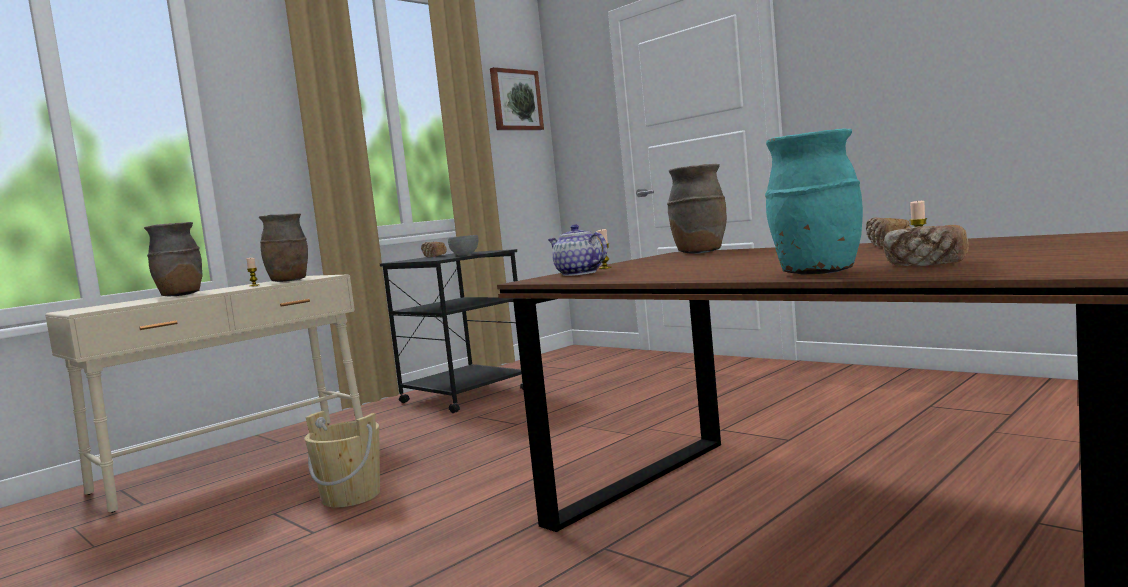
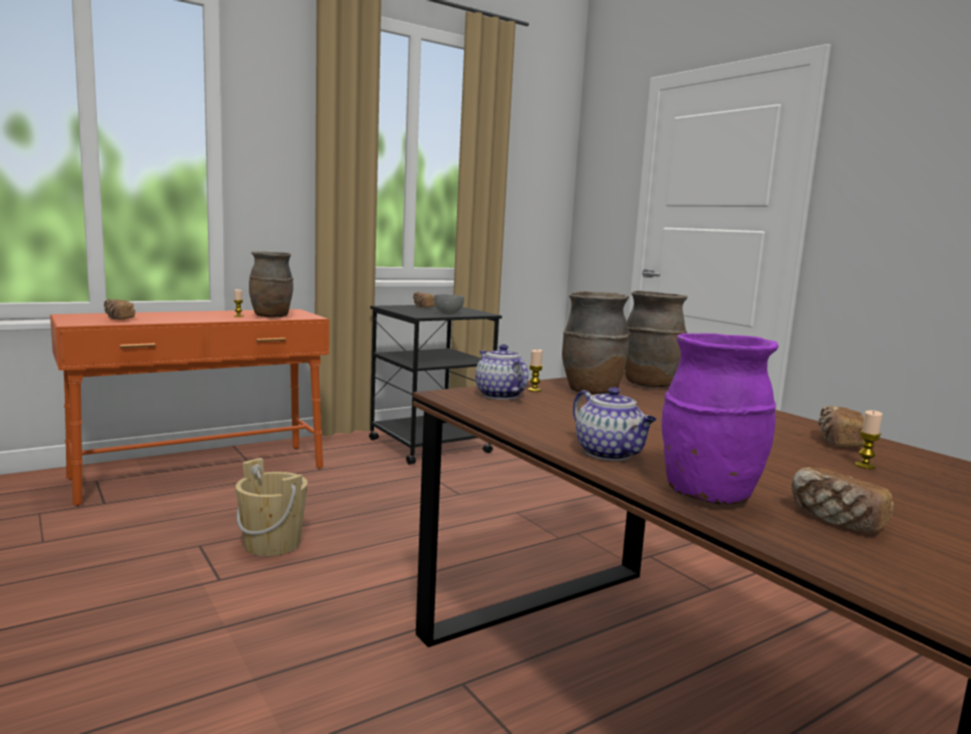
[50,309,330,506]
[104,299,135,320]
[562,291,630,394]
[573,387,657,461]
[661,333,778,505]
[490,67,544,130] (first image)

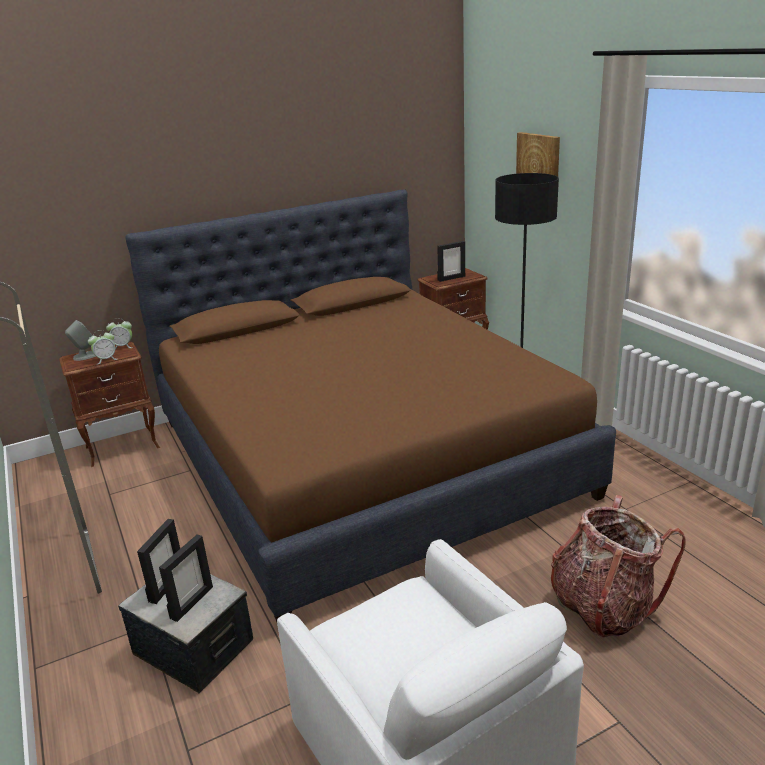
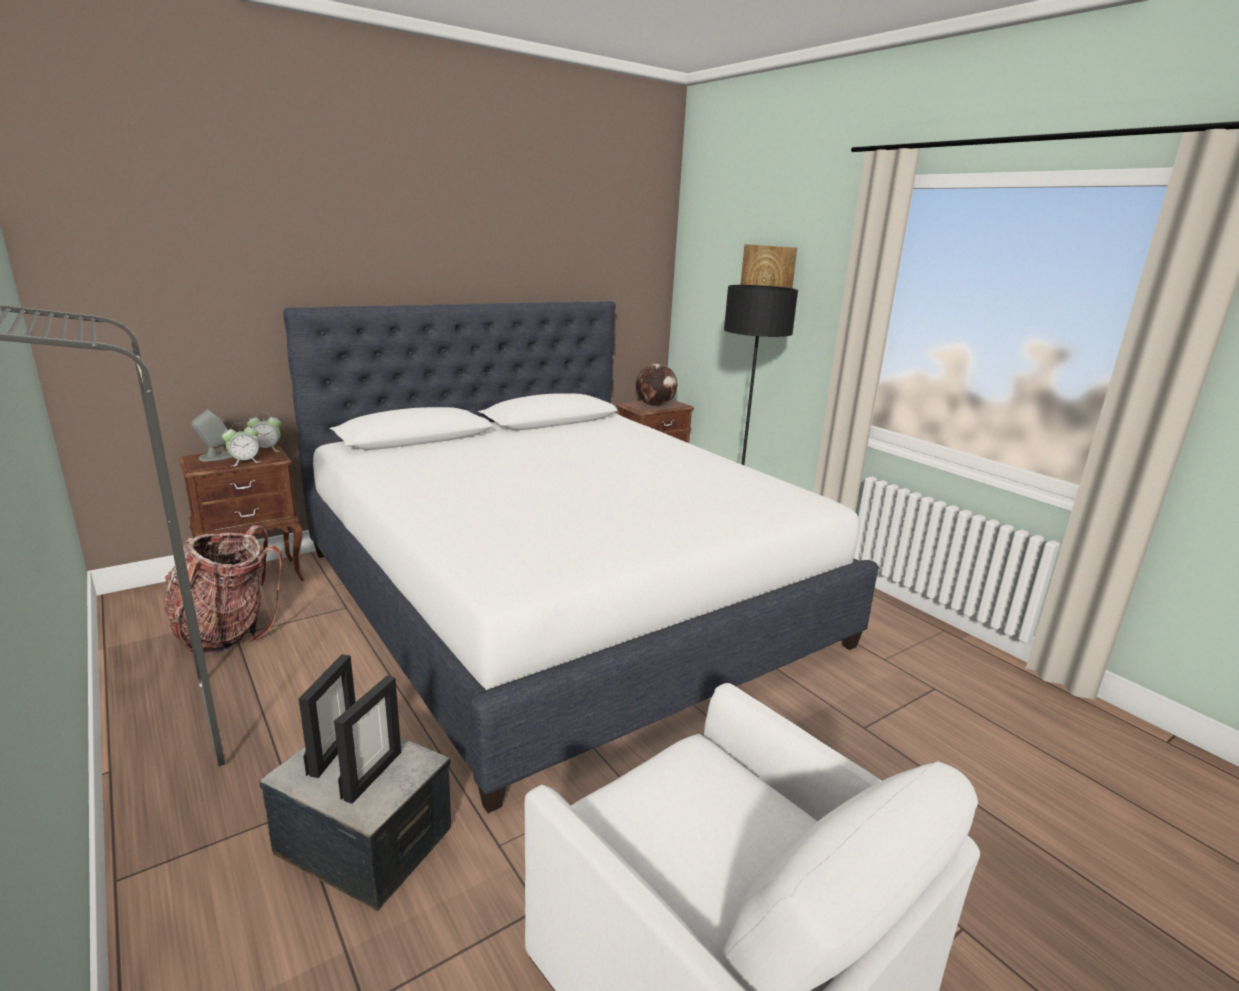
[164,525,283,653]
[283,300,879,813]
[636,364,678,406]

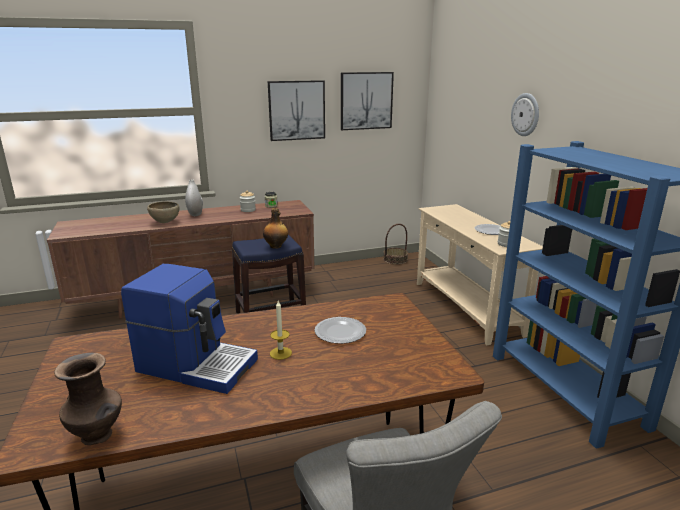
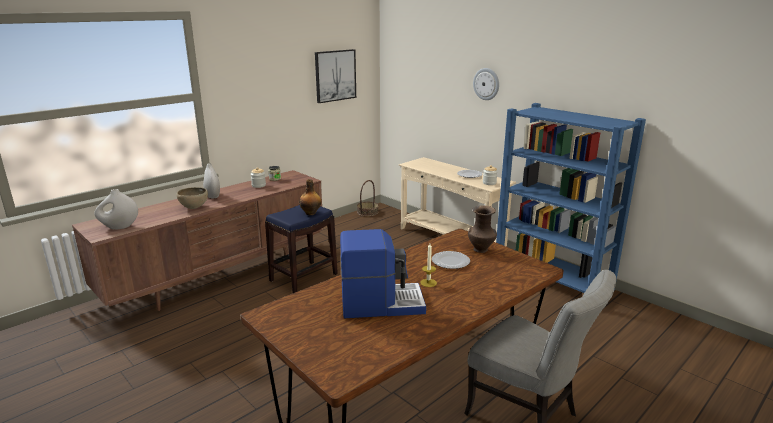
[94,189,138,230]
[468,206,497,253]
[268,80,325,141] (first image)

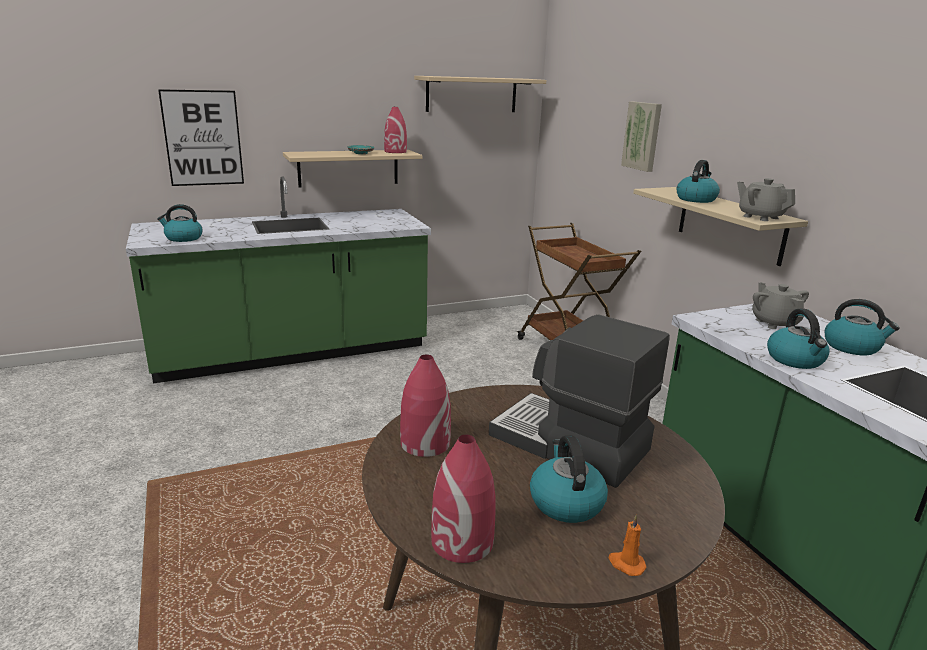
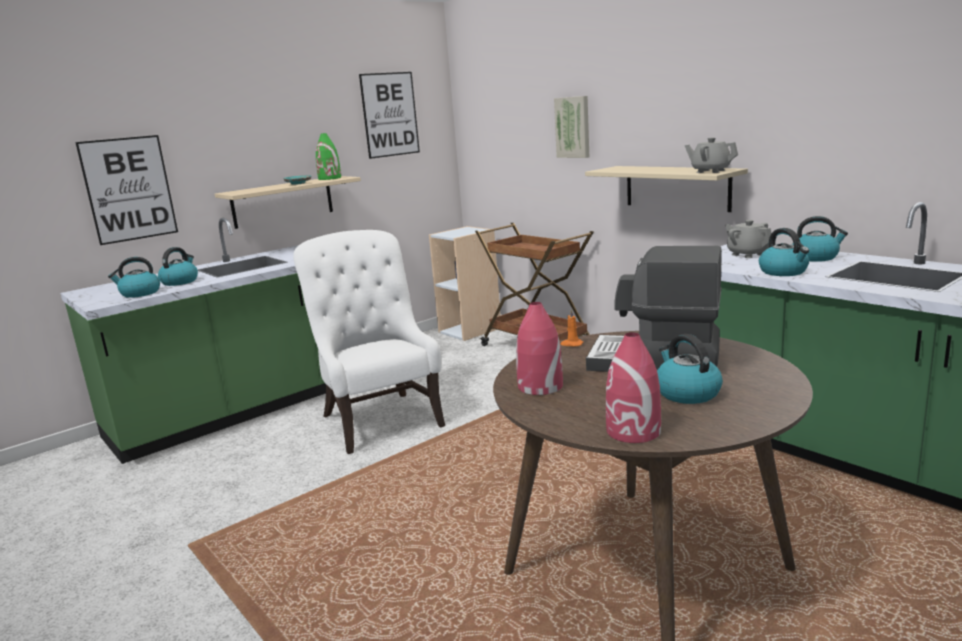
[158,247,198,286]
[293,230,445,454]
[316,133,341,180]
[359,72,420,159]
[429,226,501,341]
[561,309,583,346]

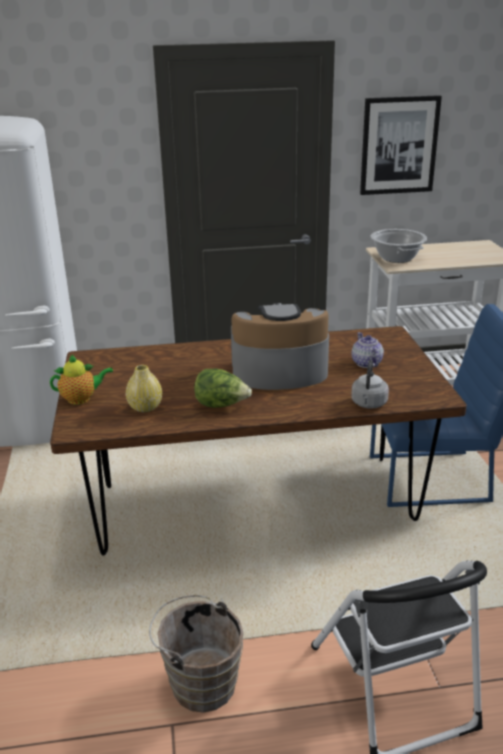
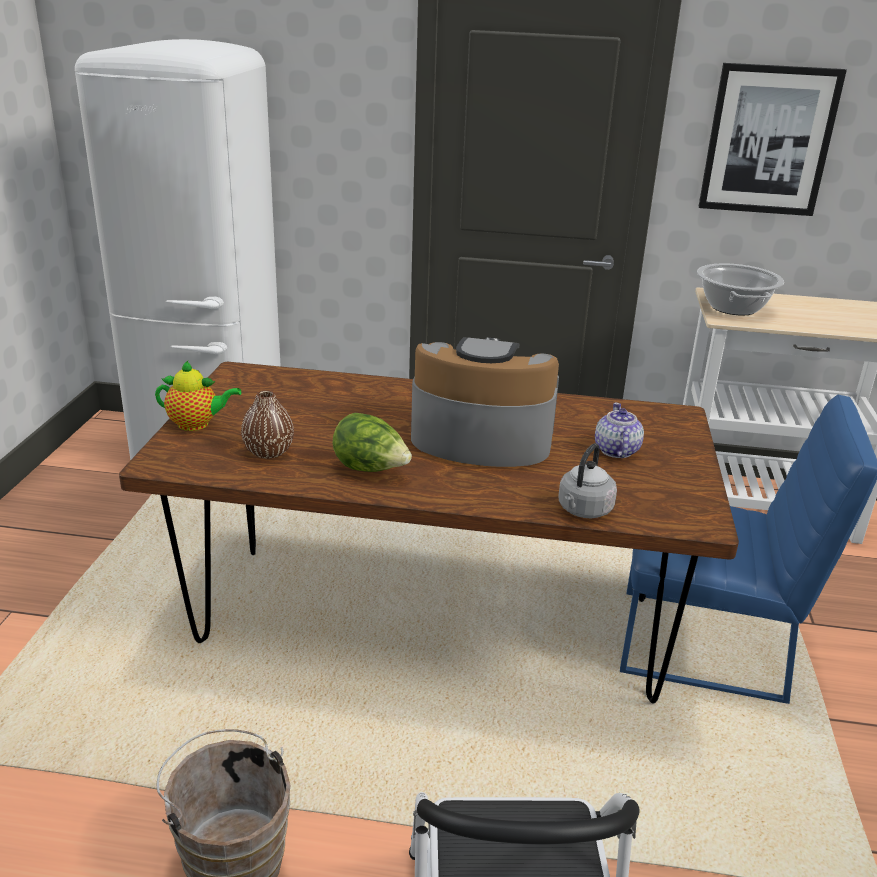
[241,391,294,458]

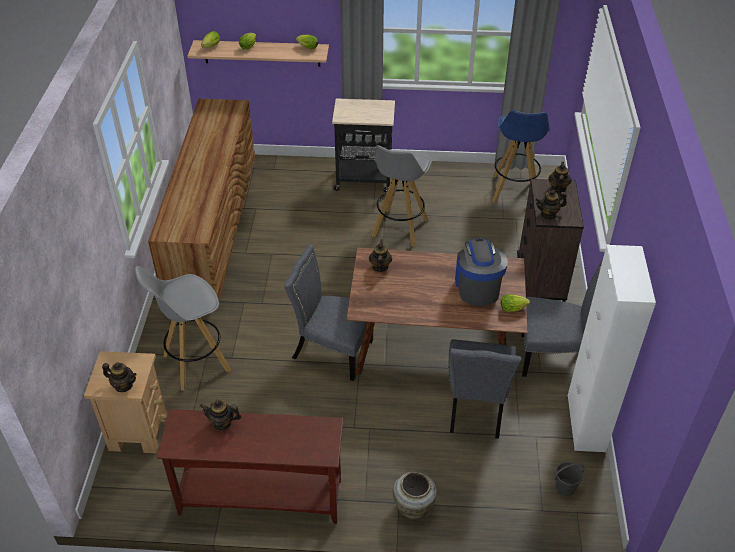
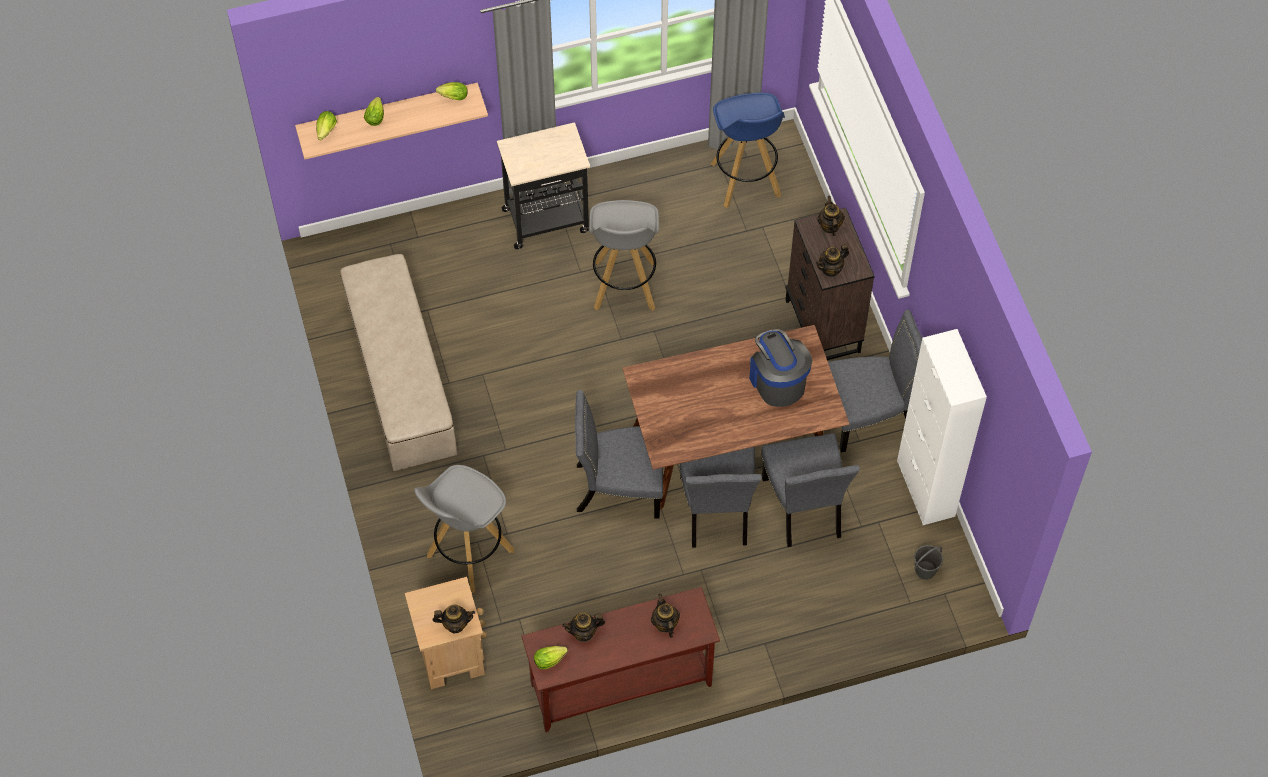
[340,254,457,471]
[534,646,568,669]
[651,594,680,638]
[679,447,762,548]
[393,471,437,519] (first image)

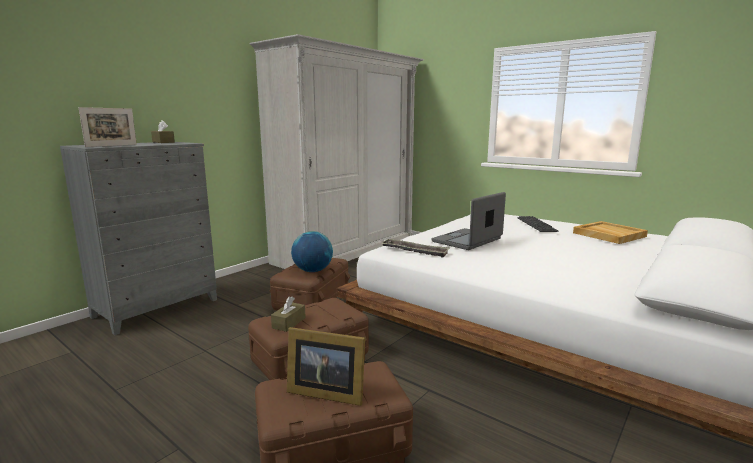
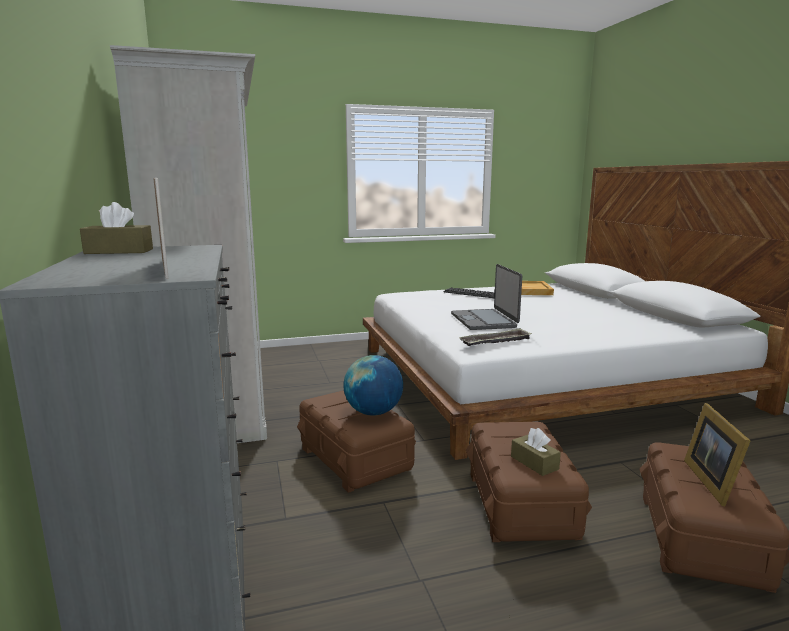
[684,403,751,506]

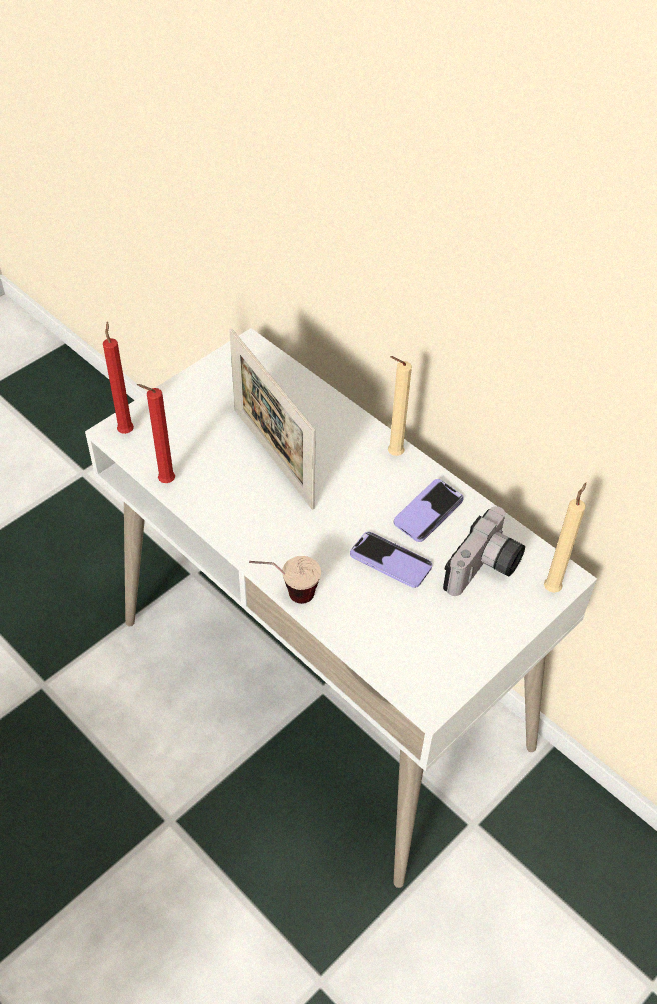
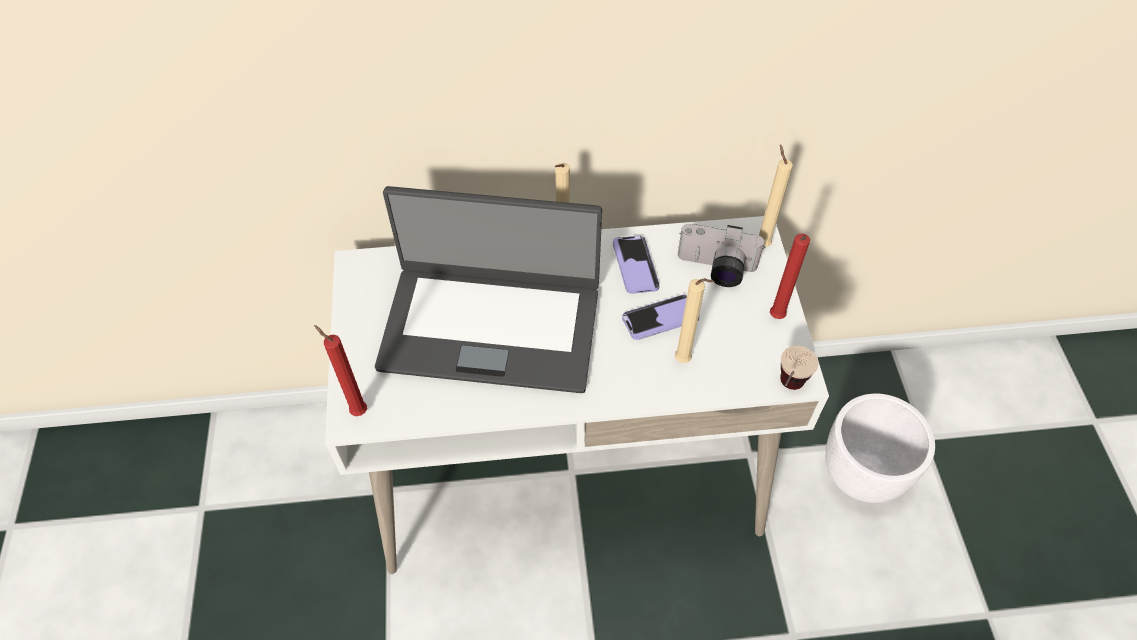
[375,186,602,393]
[675,278,715,363]
[678,224,764,287]
[770,233,810,319]
[780,346,818,390]
[825,394,935,503]

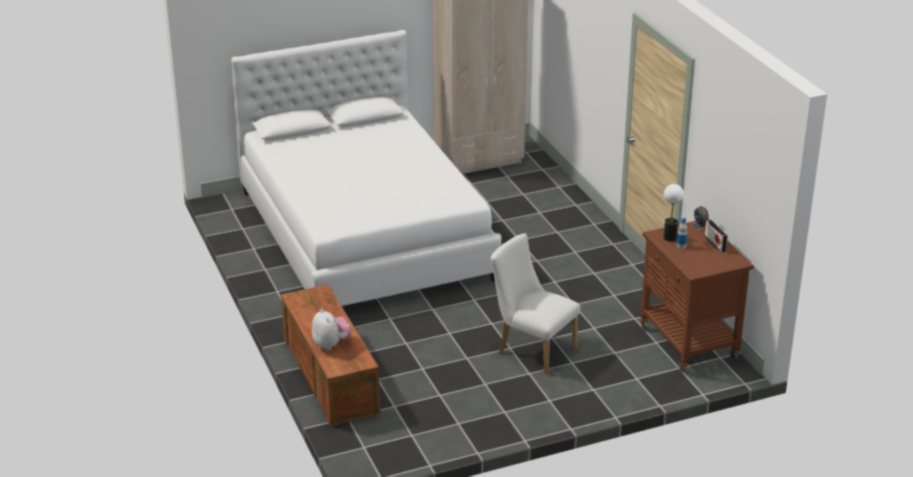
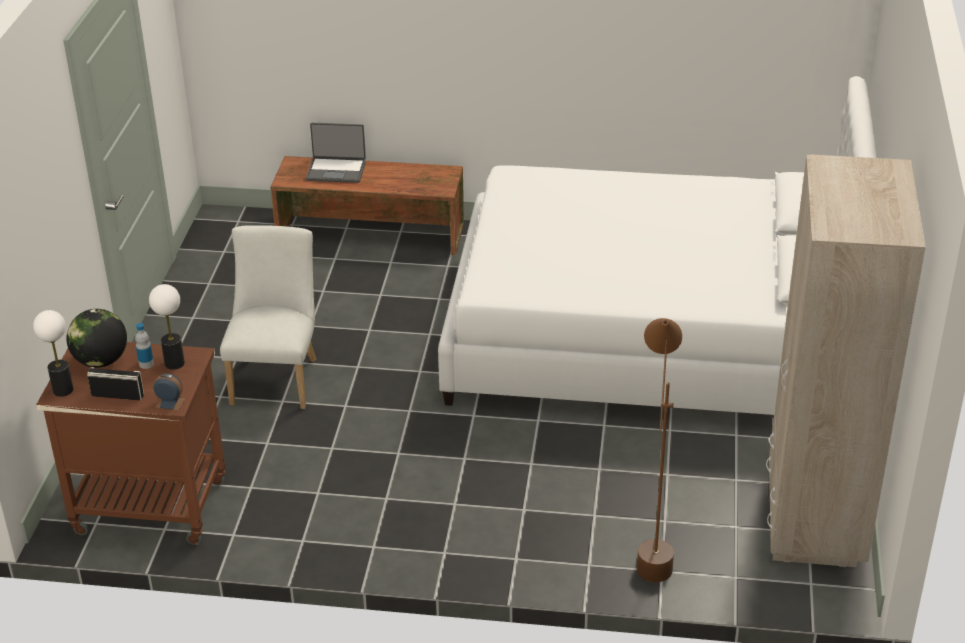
[33,310,73,397]
[66,309,127,368]
[220,225,317,409]
[306,123,366,183]
[637,318,682,582]

